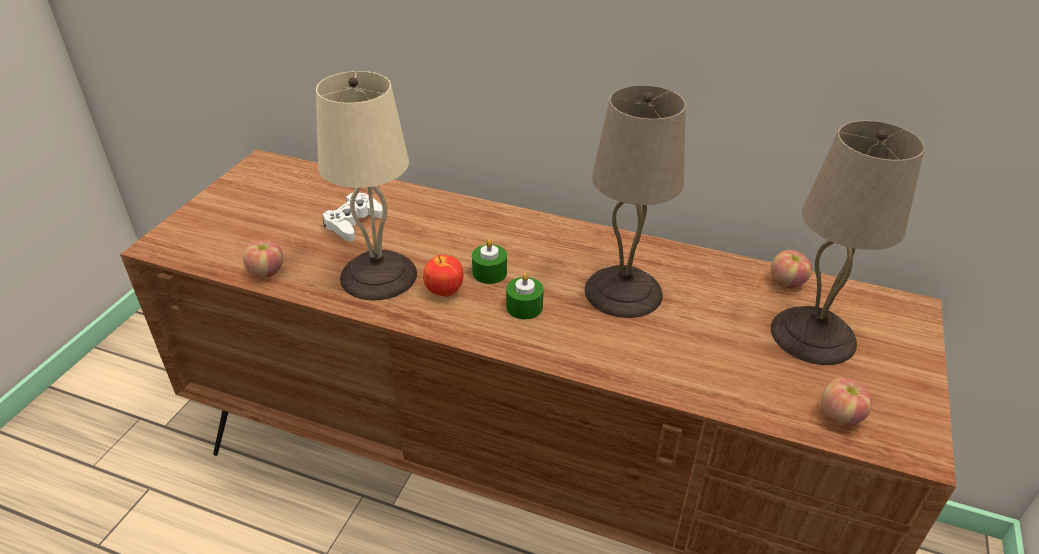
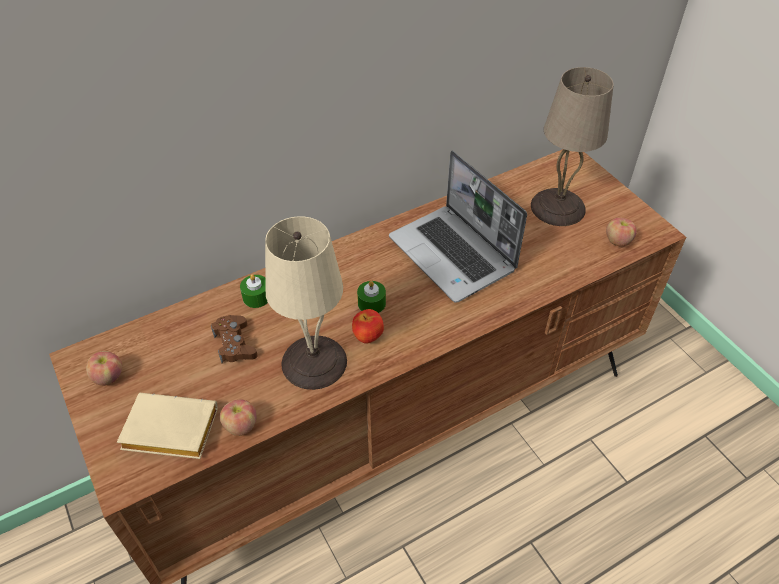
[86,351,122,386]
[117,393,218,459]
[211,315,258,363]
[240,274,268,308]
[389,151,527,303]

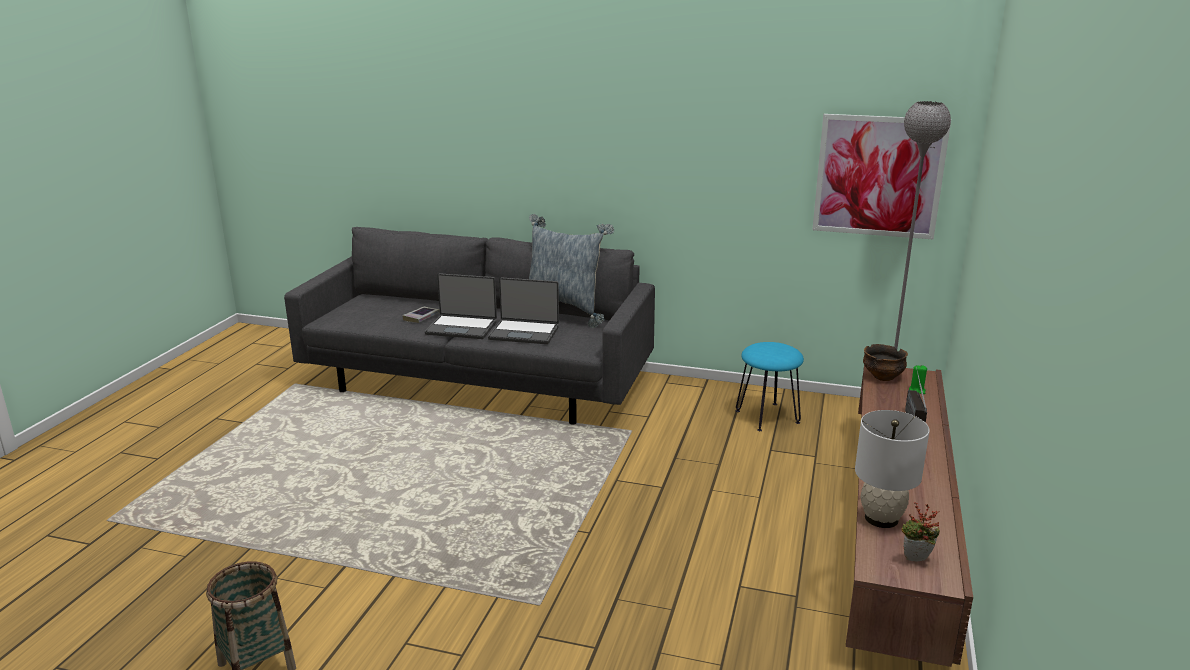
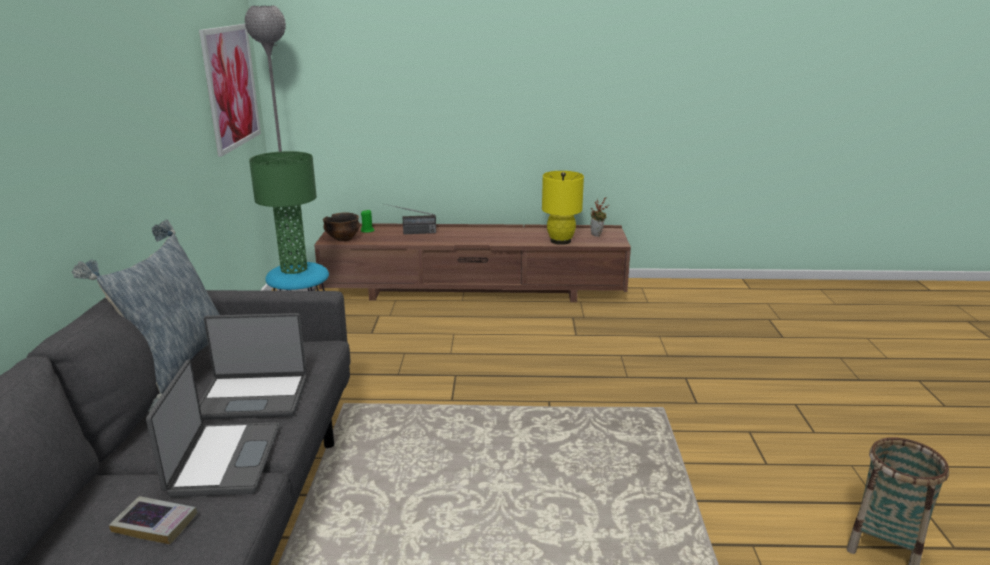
[199,313,307,420]
[249,151,317,274]
[542,171,584,245]

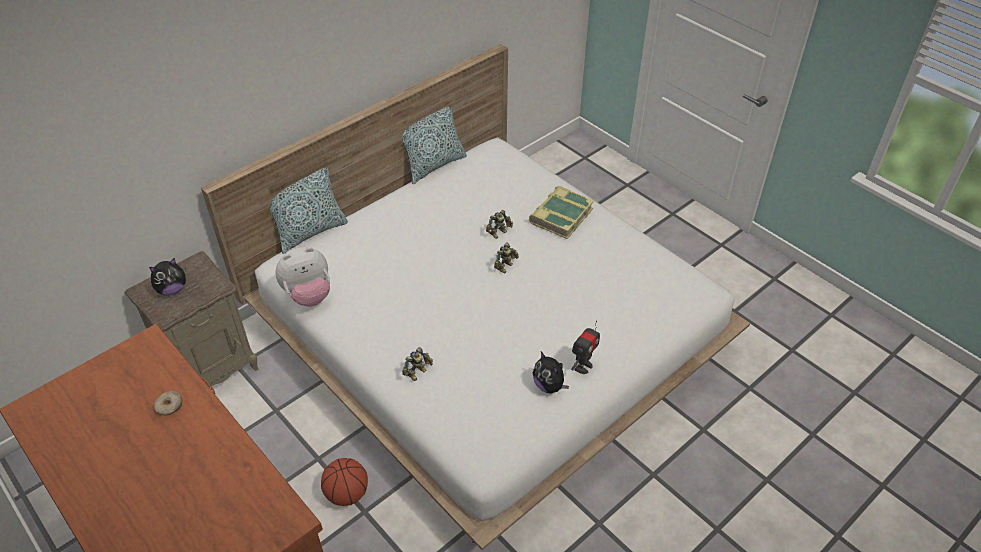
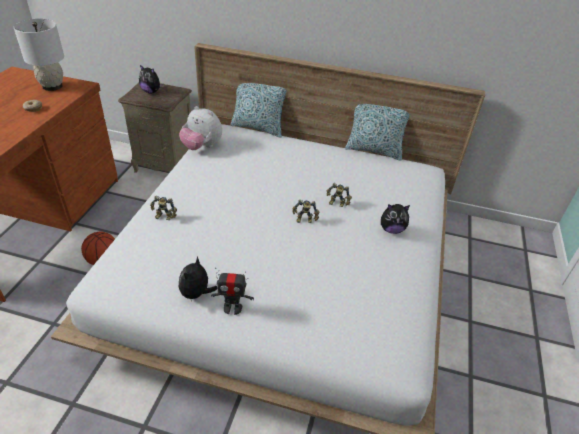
[14,19,64,91]
[381,204,410,234]

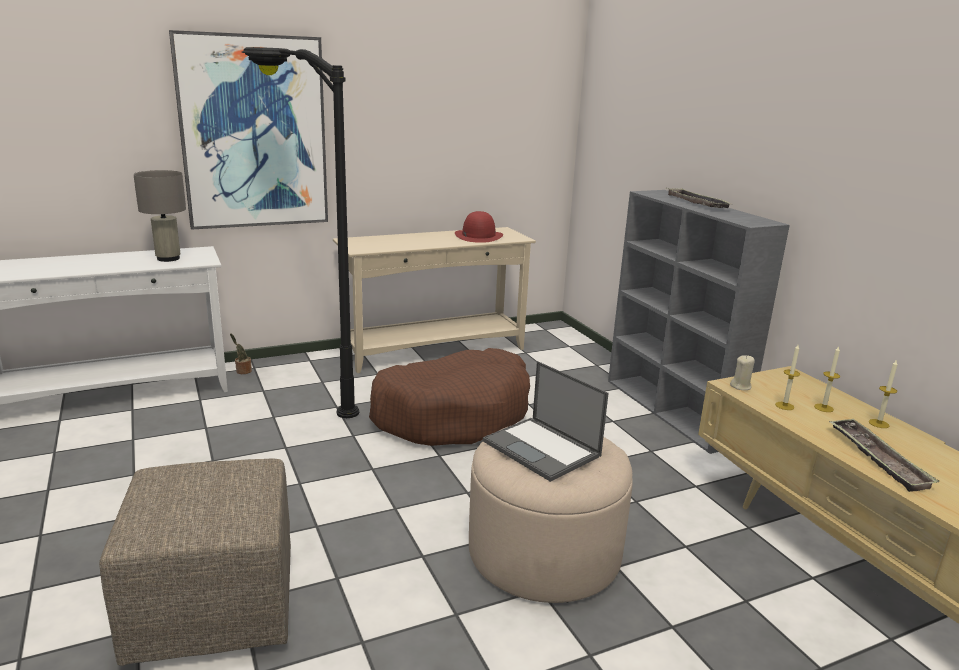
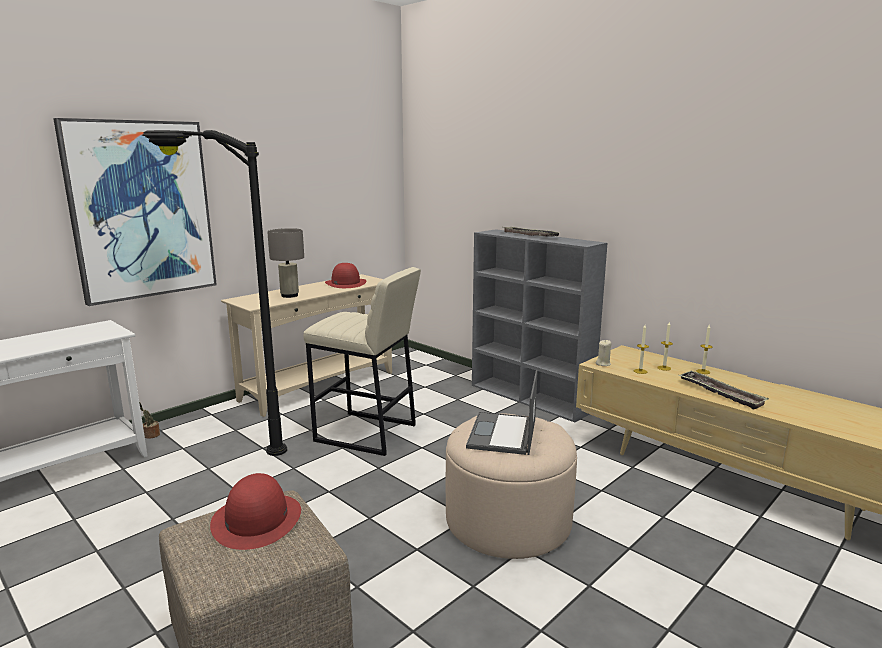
[210,473,301,550]
[267,228,304,298]
[304,267,421,456]
[466,370,538,455]

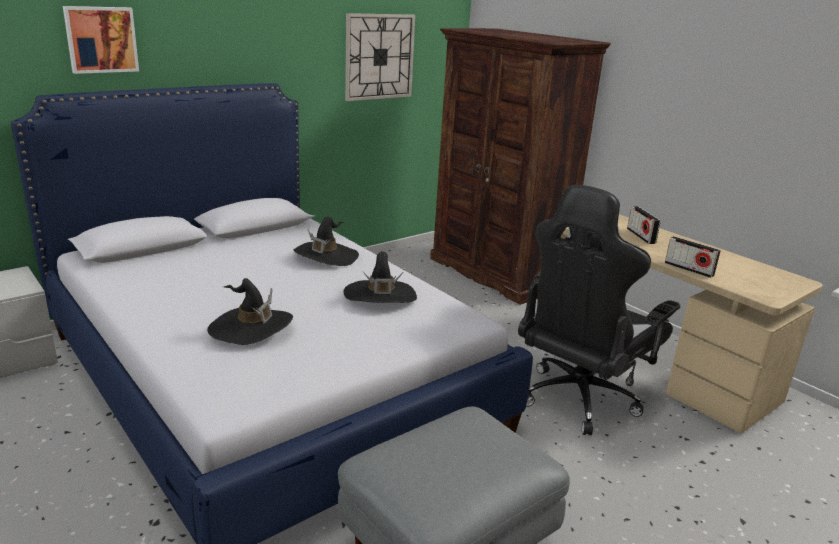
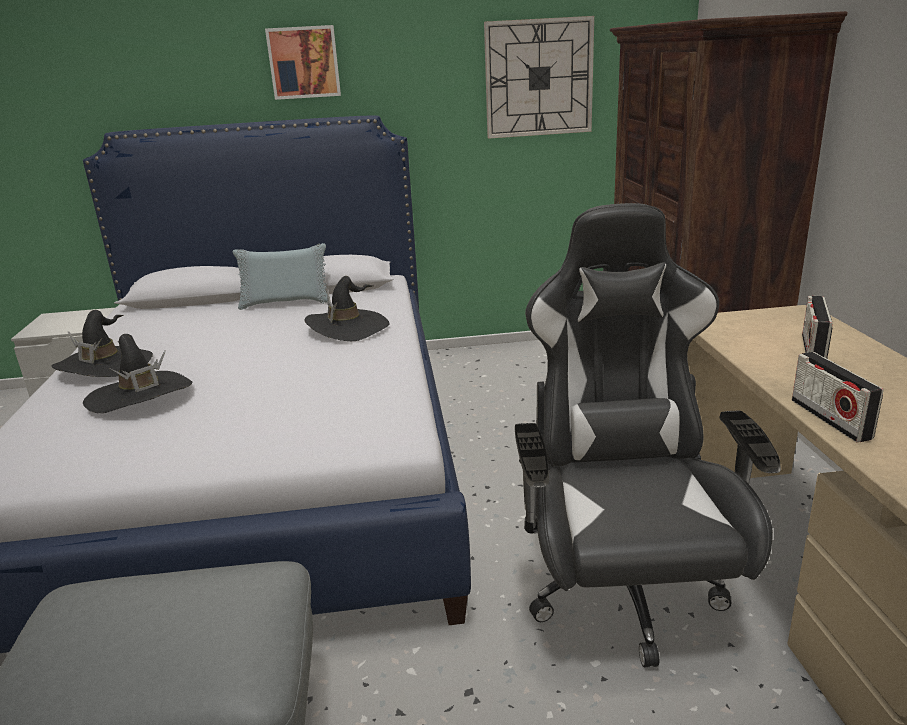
[51,310,153,377]
[233,243,328,310]
[265,25,341,100]
[515,203,781,667]

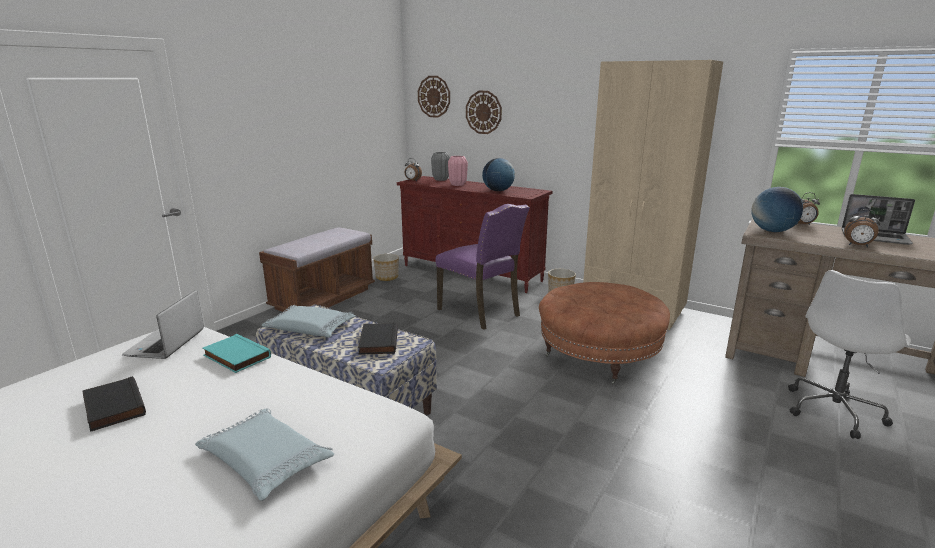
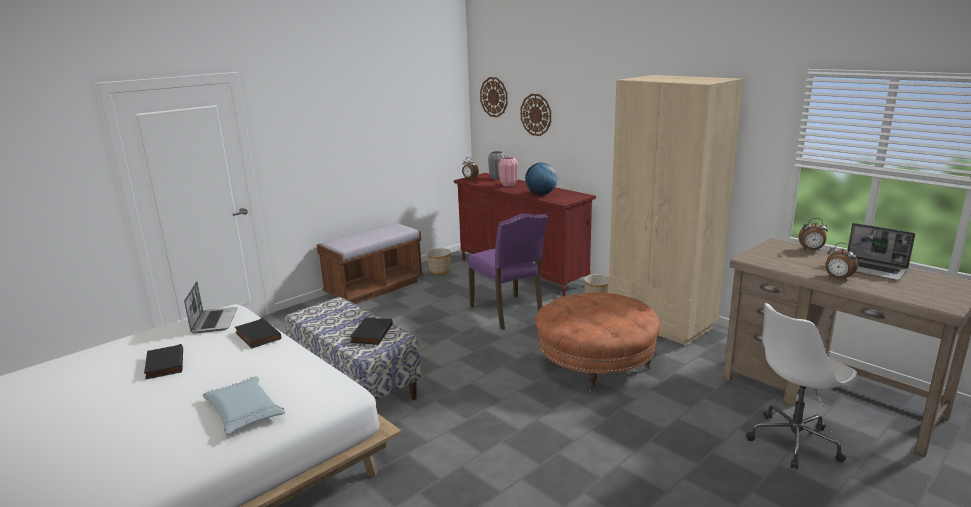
[184,281,237,334]
[235,318,281,349]
[261,305,355,337] (first image)
[751,187,803,232] (first image)

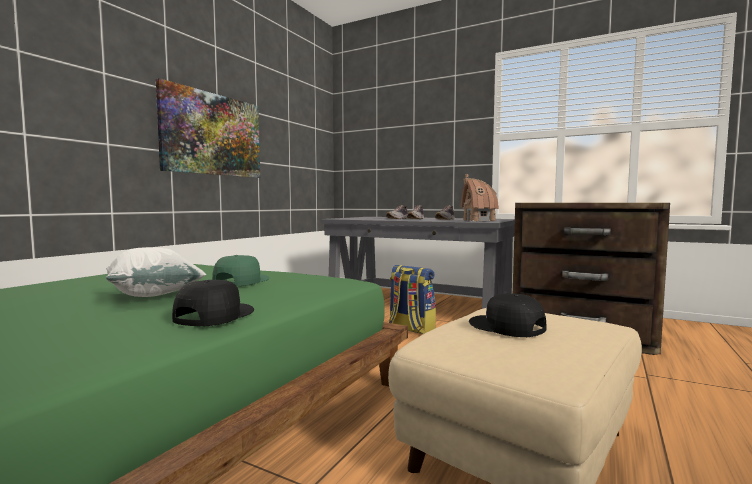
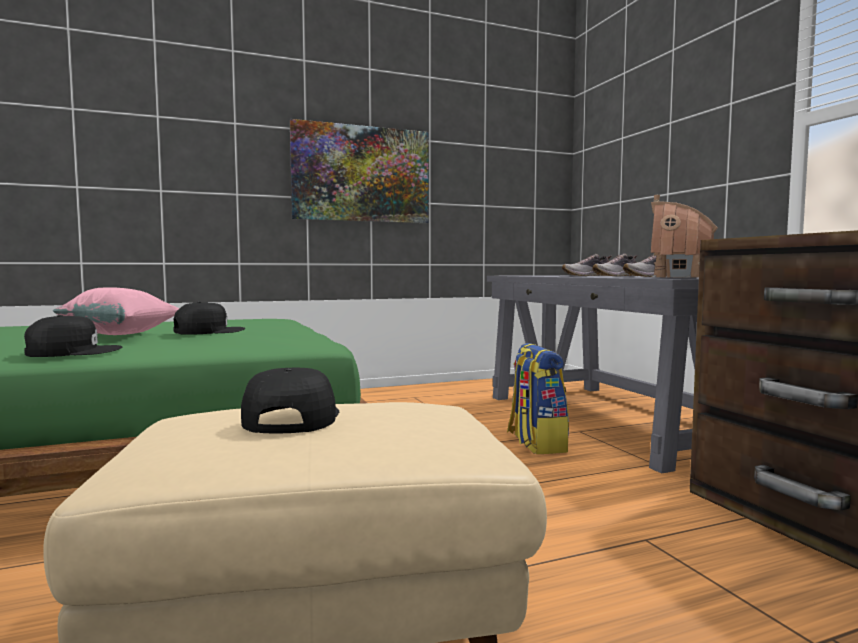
[53,288,180,335]
[173,301,245,335]

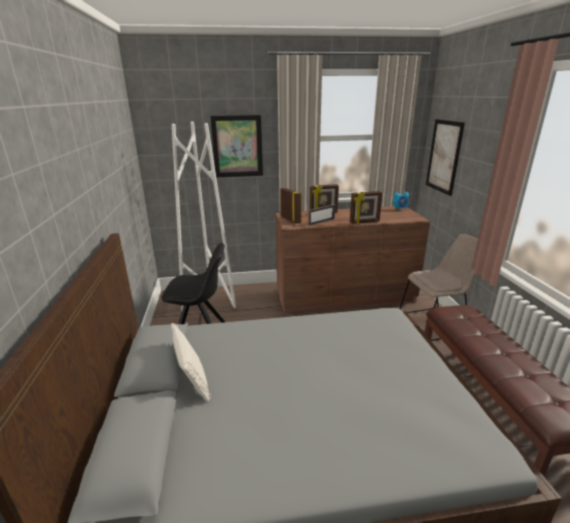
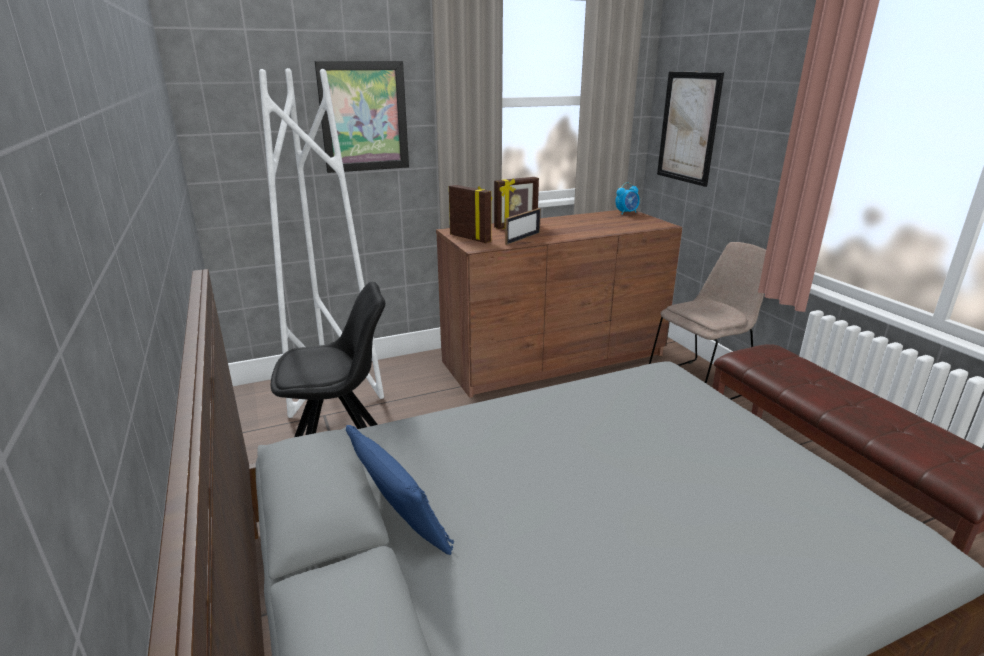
[346,425,454,555]
[350,191,383,224] (first image)

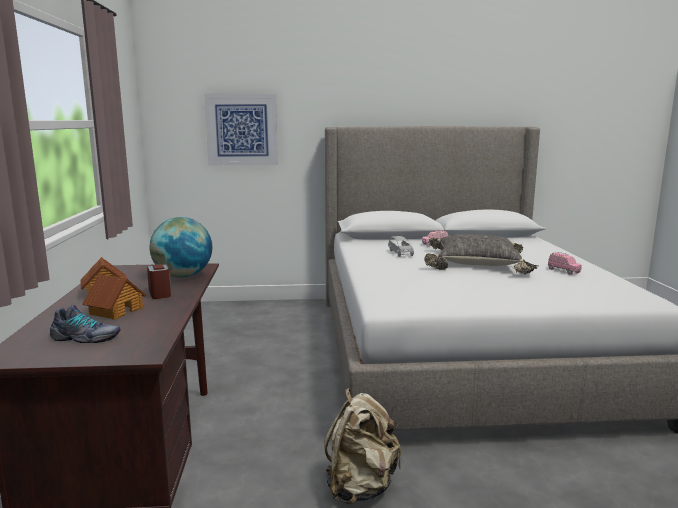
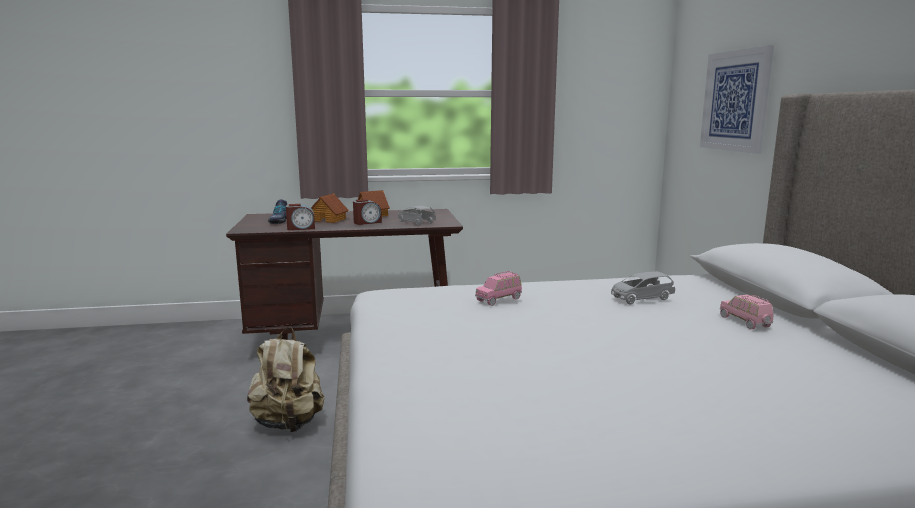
[286,204,315,230]
[398,206,436,226]
[475,271,522,306]
[424,234,538,274] (first image)

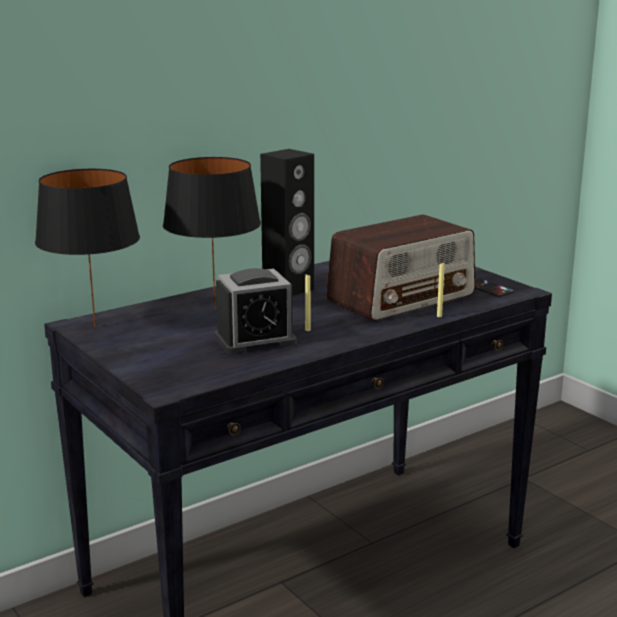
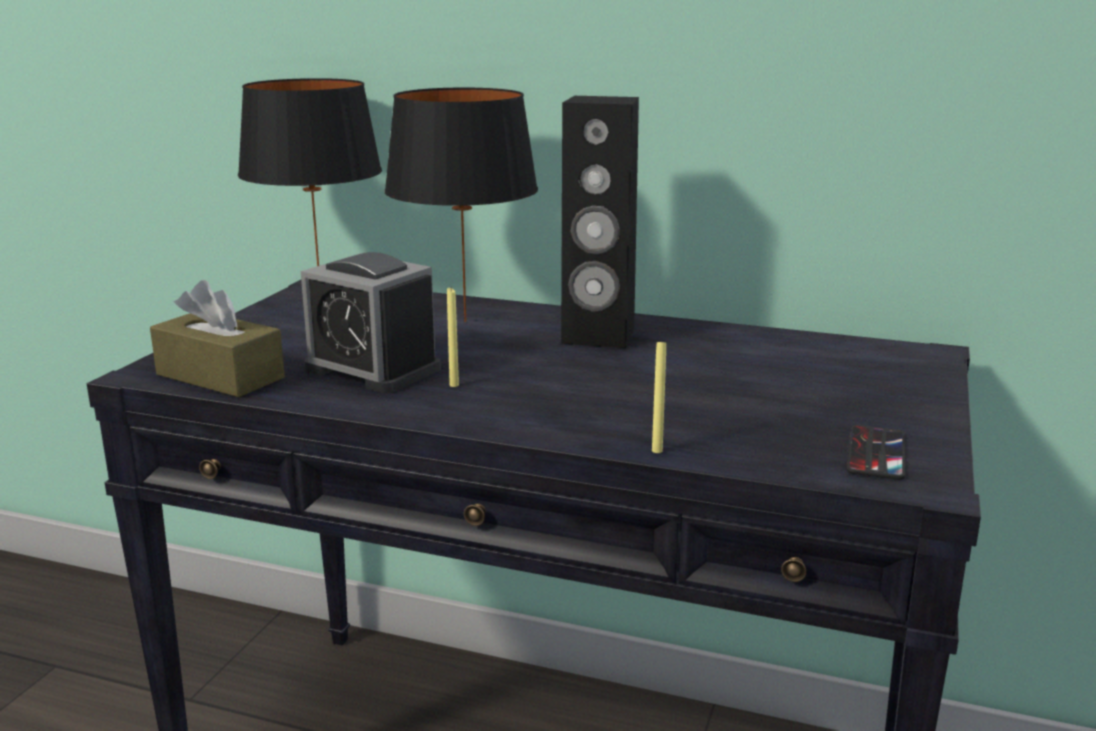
[150,280,285,397]
[326,214,475,321] (first image)

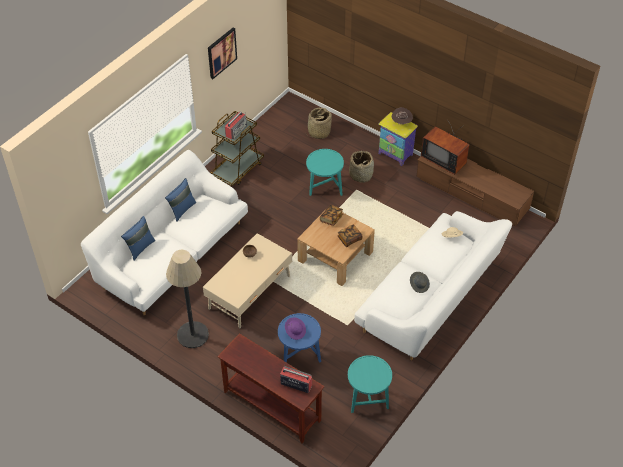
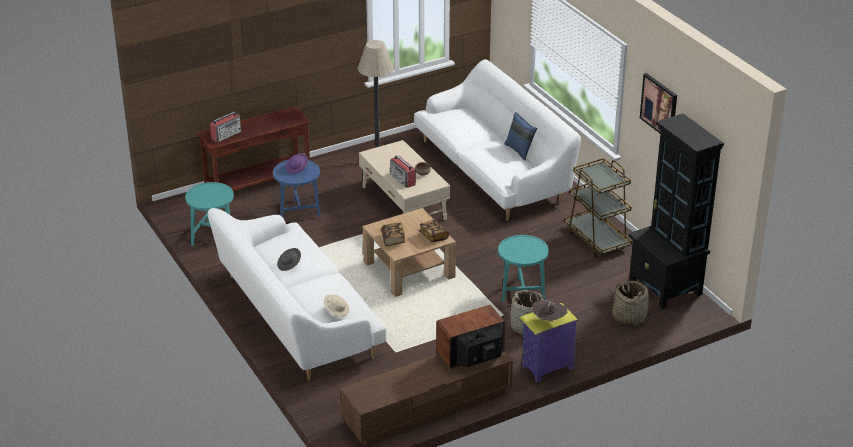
[390,155,416,188]
[628,114,724,309]
[121,216,155,261] (first image)

